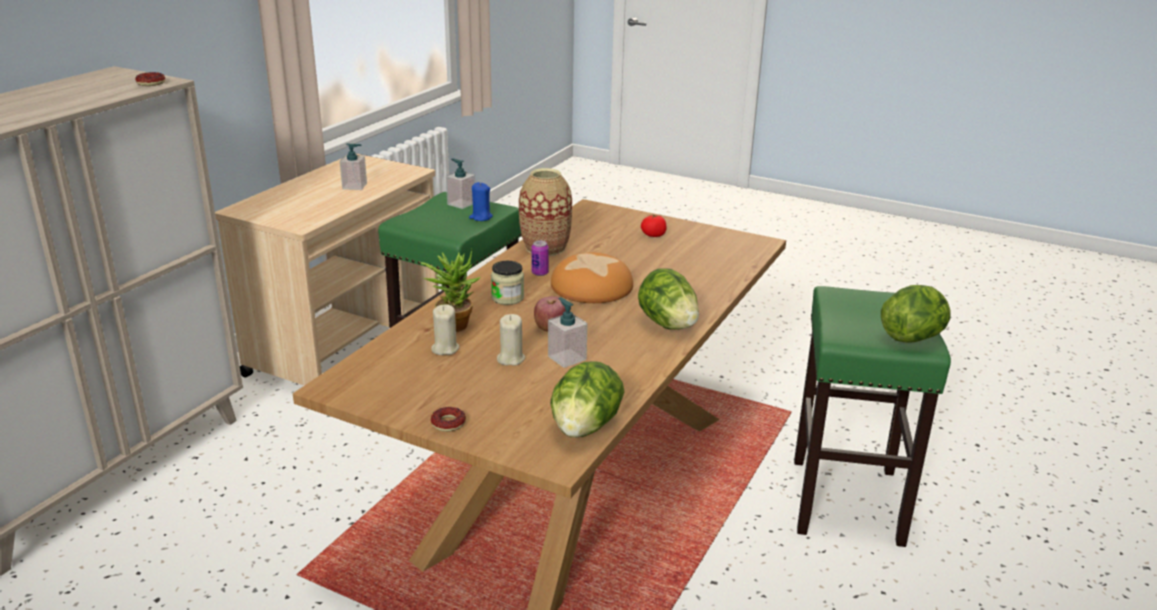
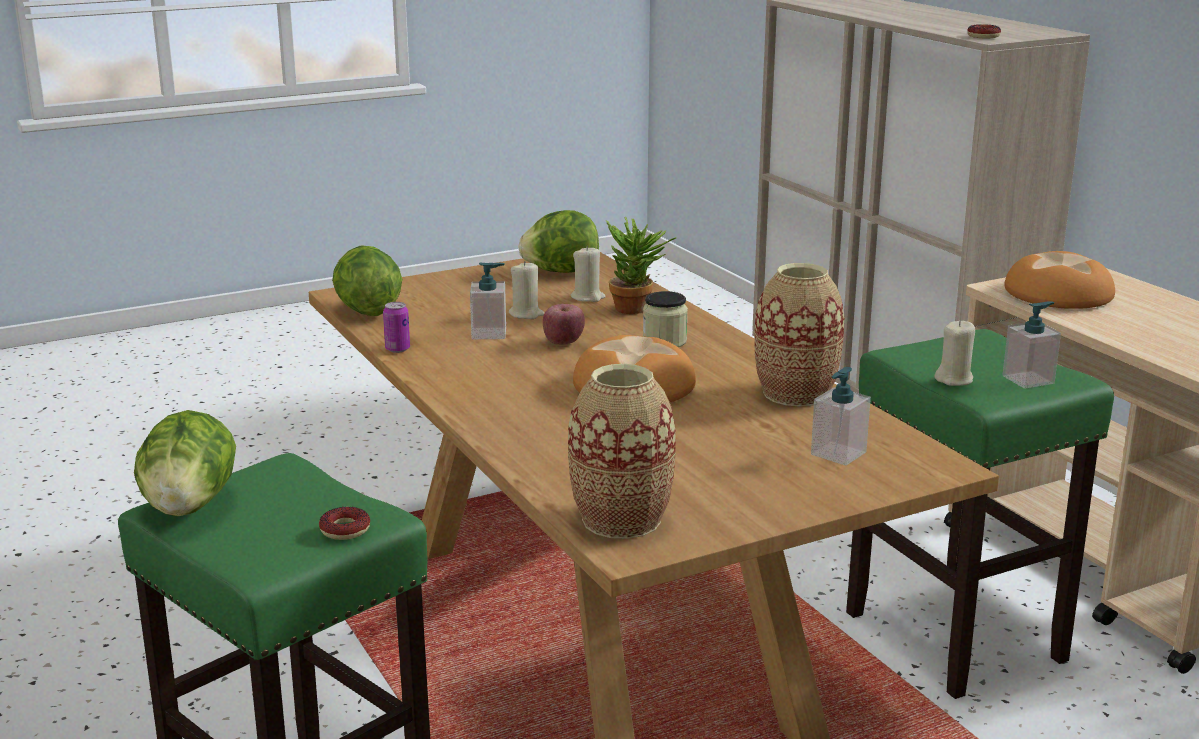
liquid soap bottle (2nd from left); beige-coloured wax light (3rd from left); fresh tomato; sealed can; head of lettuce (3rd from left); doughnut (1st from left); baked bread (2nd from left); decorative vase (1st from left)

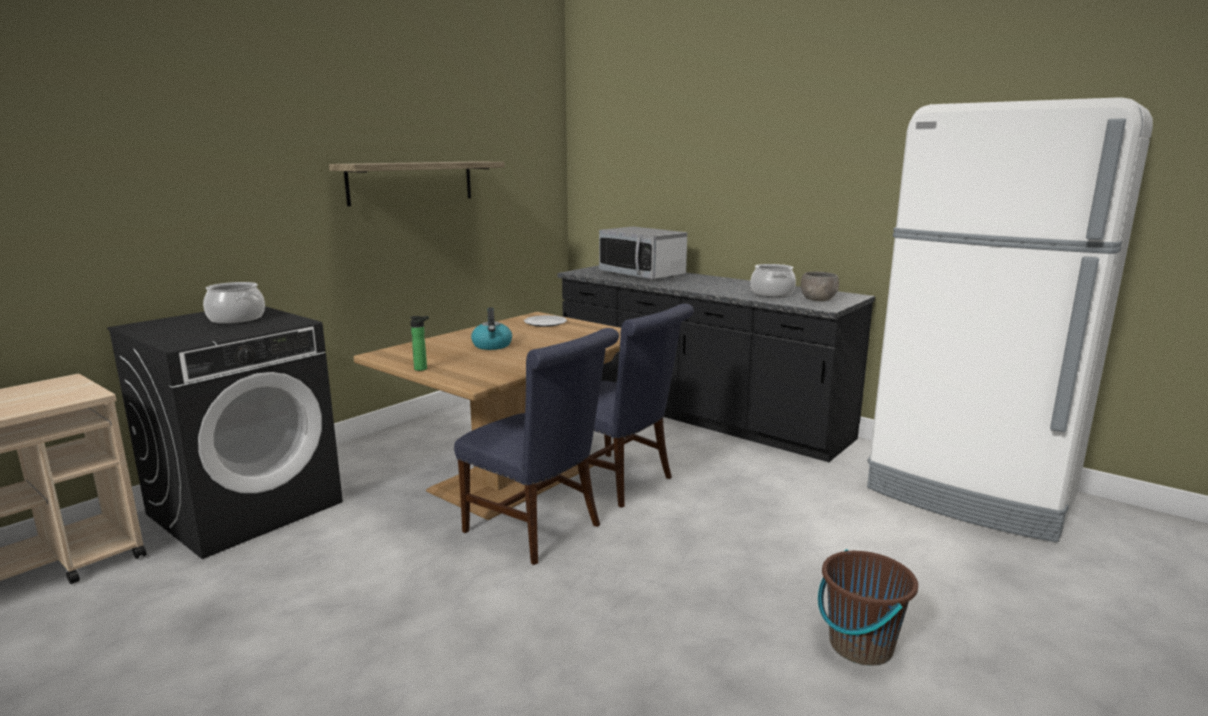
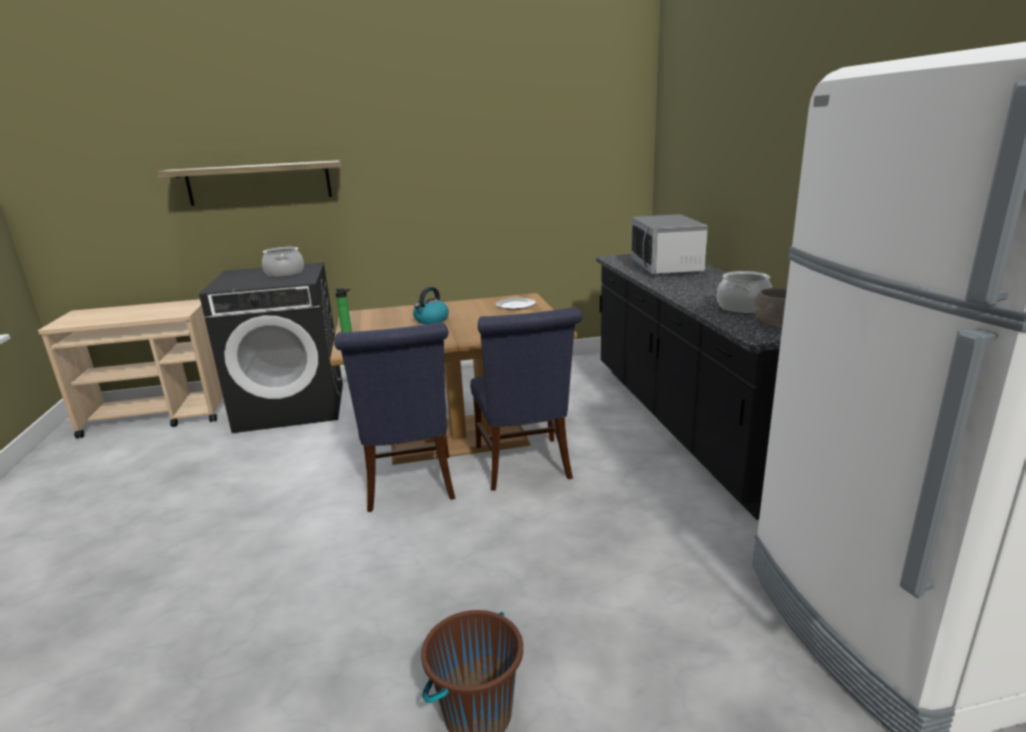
bracket shelf

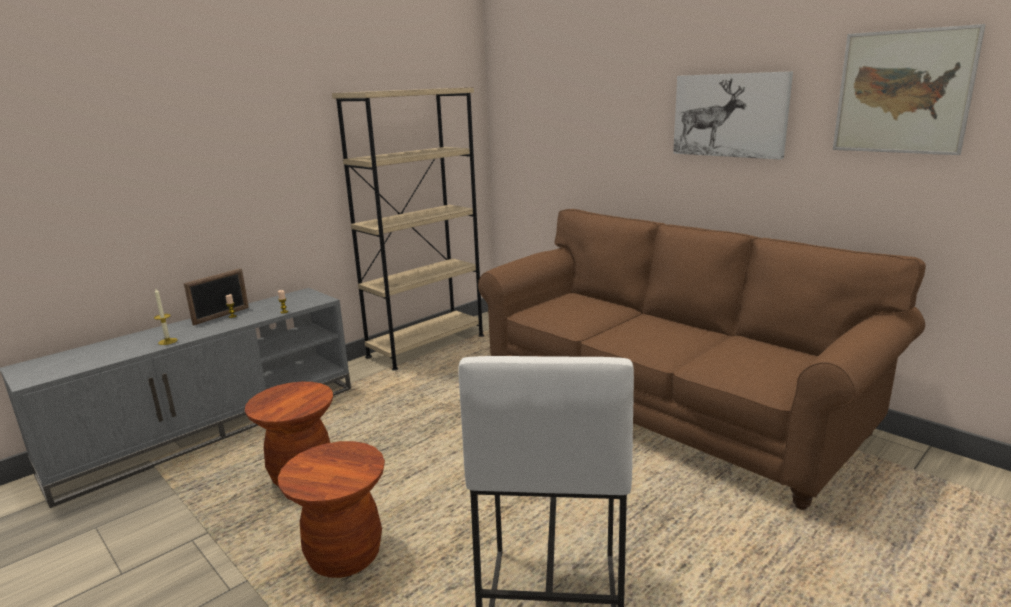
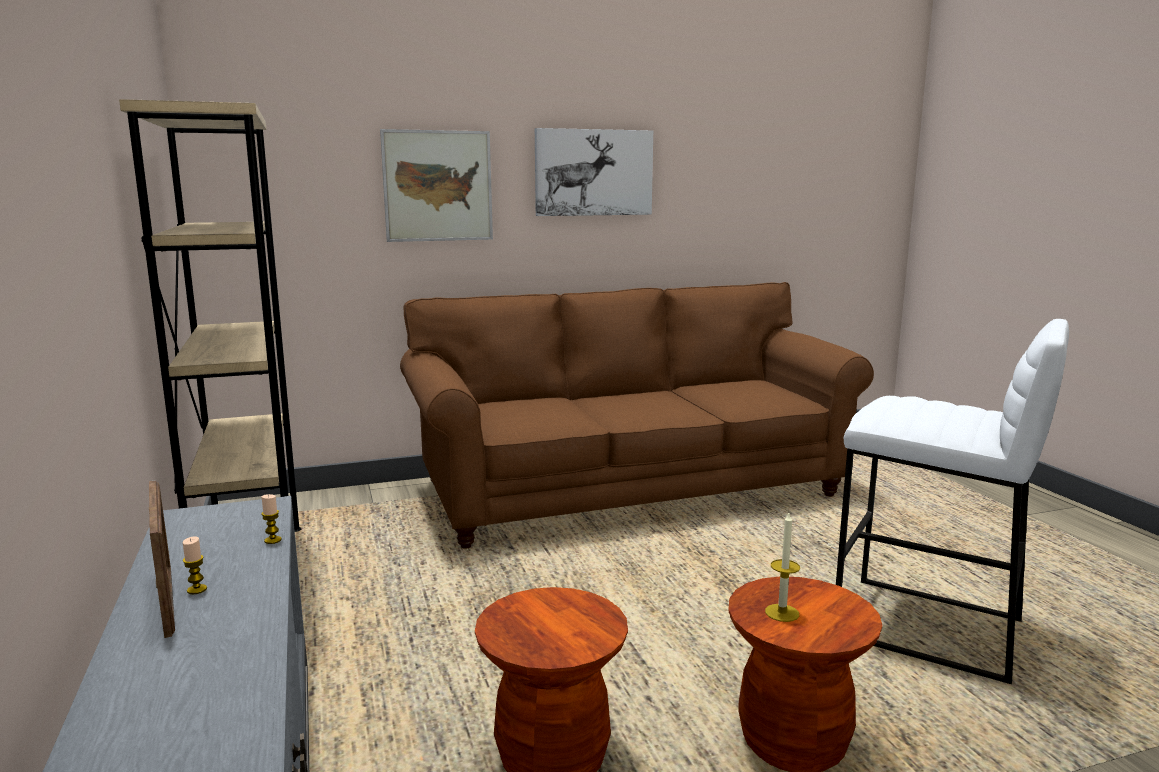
wall picture (1st from left); wax light (3rd from left)

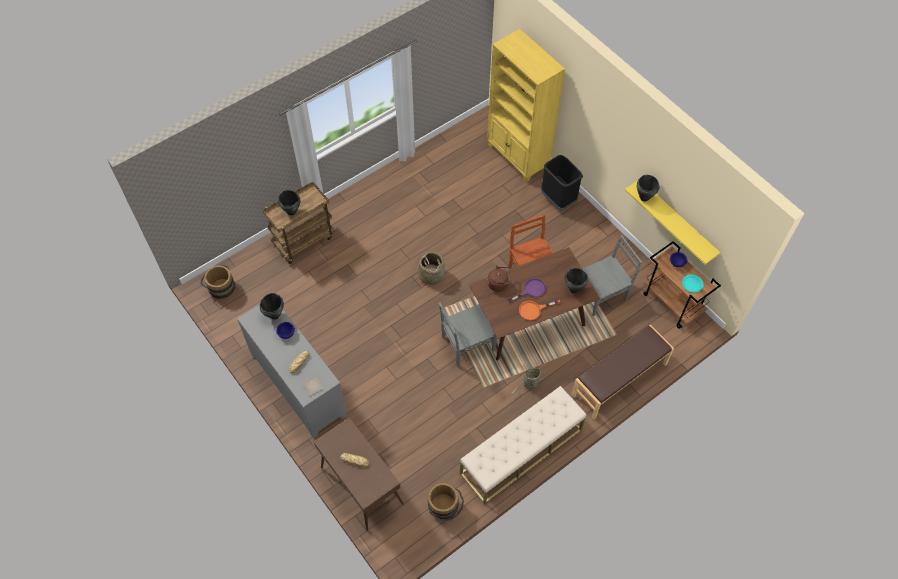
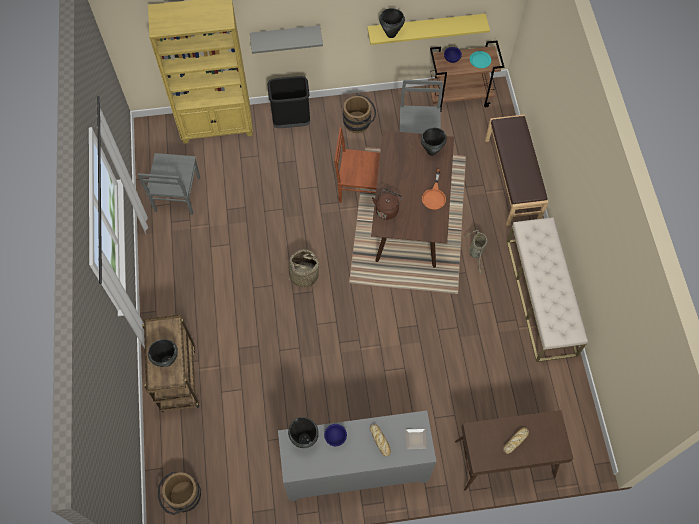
purple skillet; gray upright chair (1st from left); brownish bucket (2nd from left); gray bracket shelf

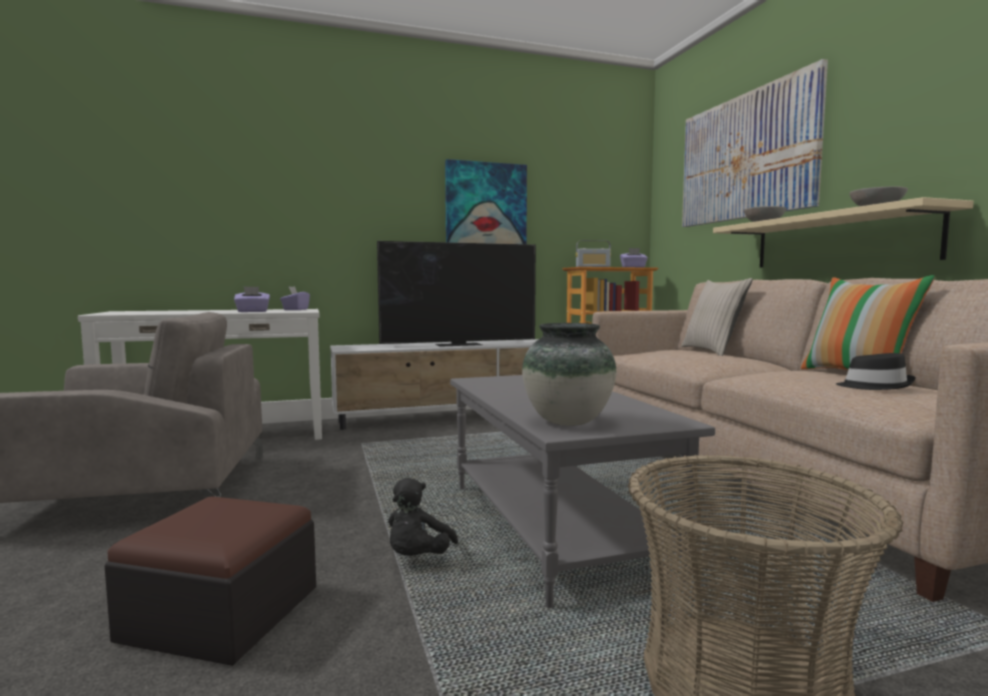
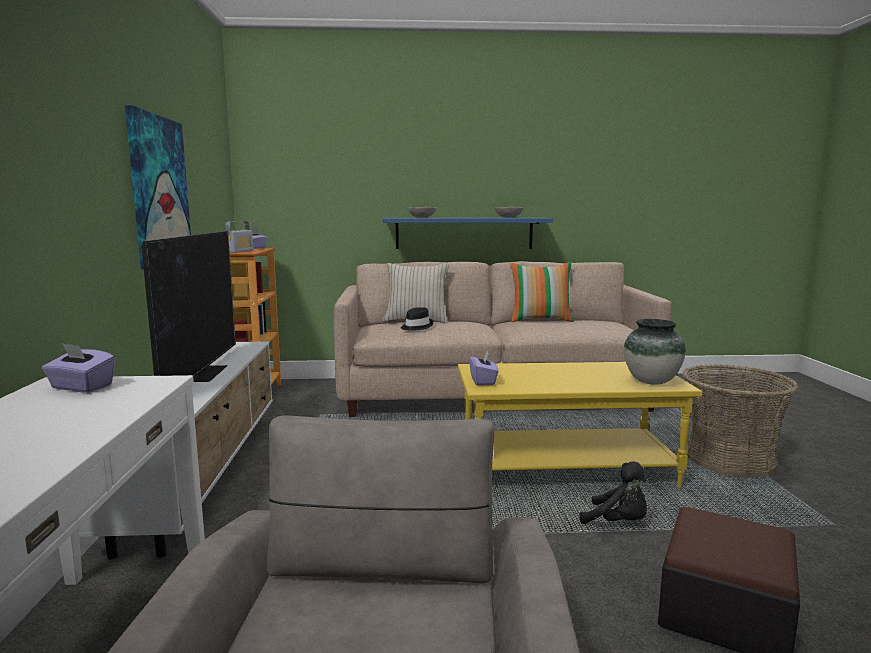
wall picture (2nd from left in the first image); blue bracket shelf; purple tissue box (3rd from left); black wearable hat; yellowish lounge table

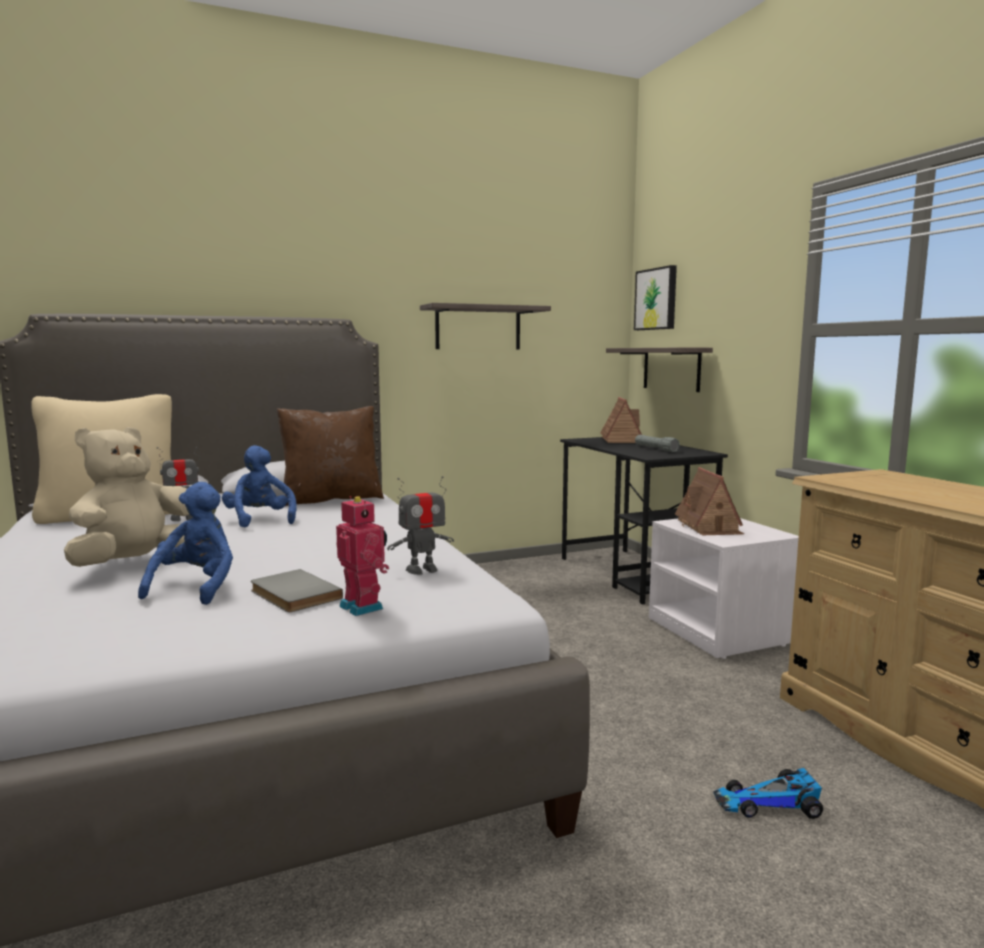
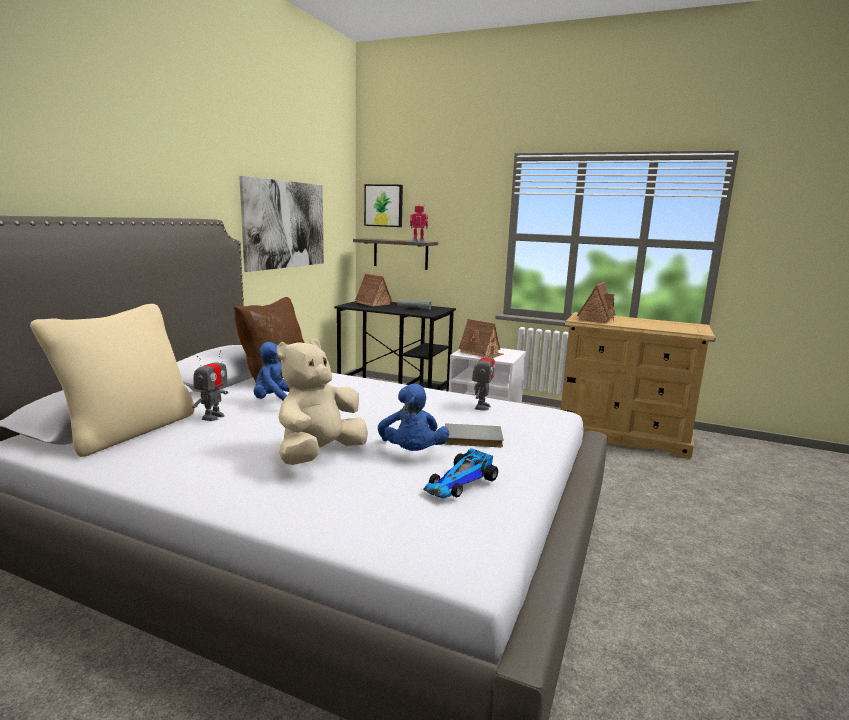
wall picture (1st from left); beige-coloured soft toy; blue soft toy (2nd from left); toy robot (2nd from left); toy car; miniature house (3rd from left)

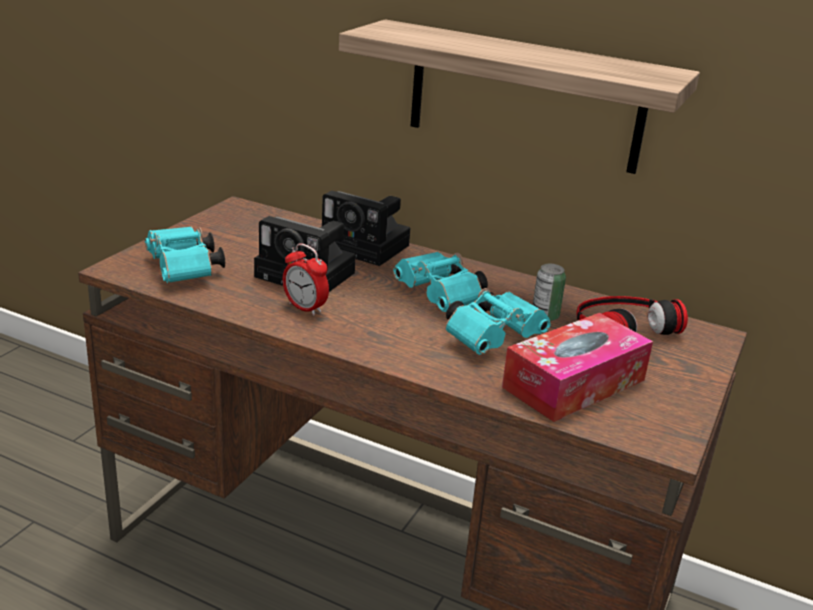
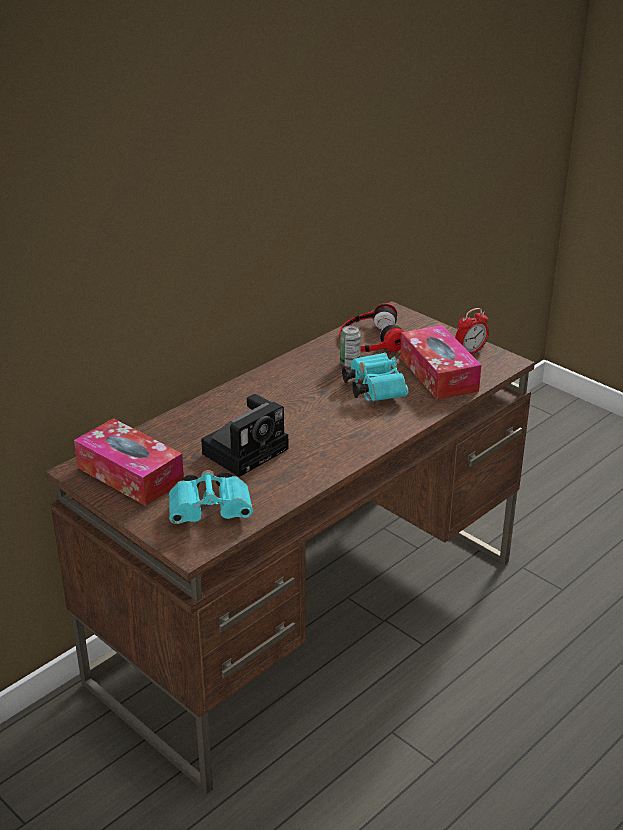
bracket shelf; photo camera (2nd from left in the first image); alarm clock; turquoise-coloured binoculars (2nd from left in the first image); tissue box (1st from left)

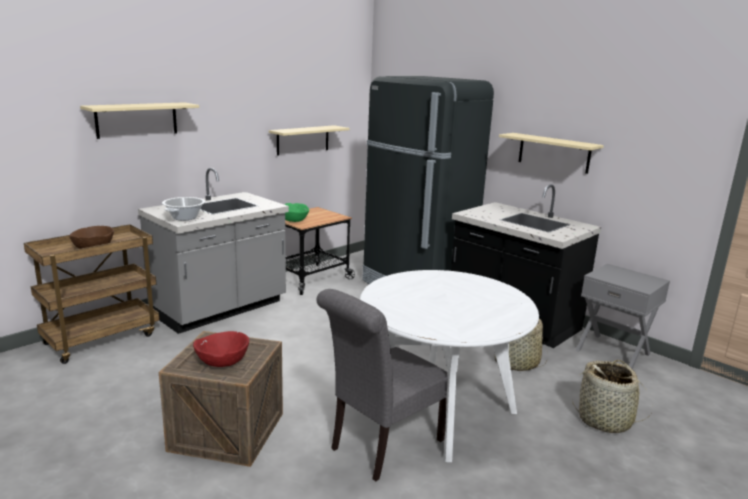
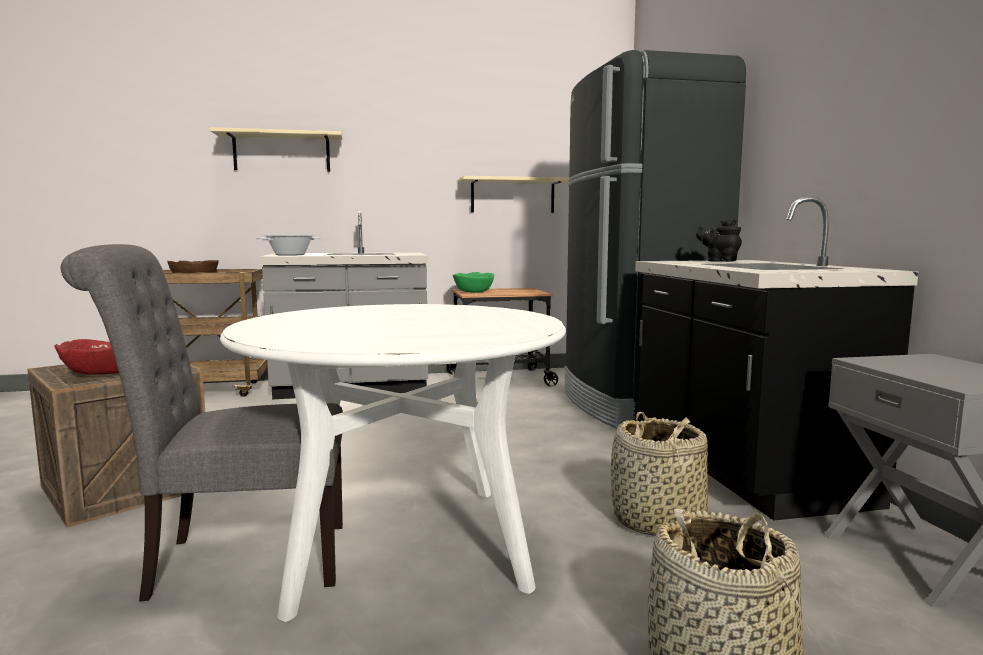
beige-coloured bracket shelf (3rd from left in the first image); black teapot

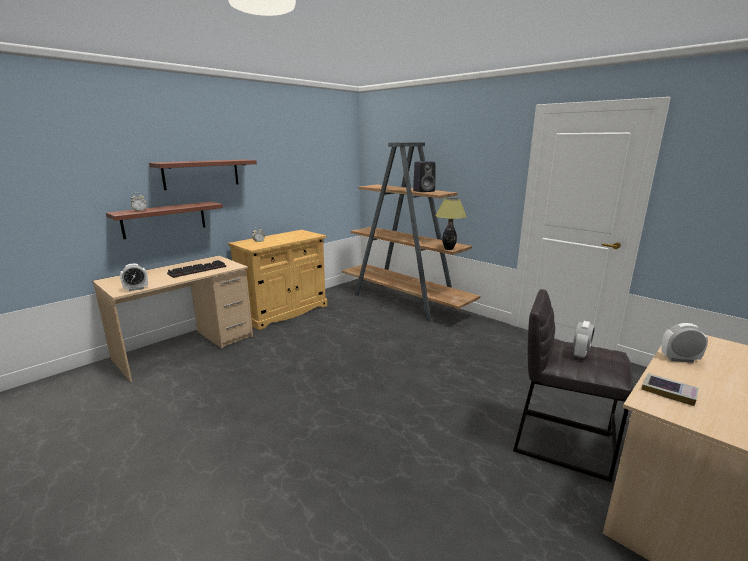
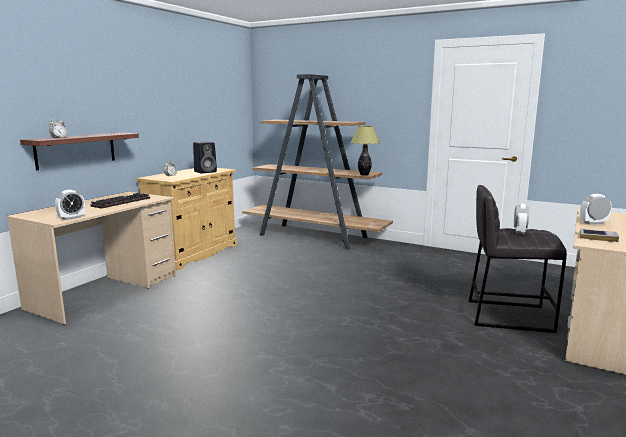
bracket shelf (2nd from left in the first image); black speaker

